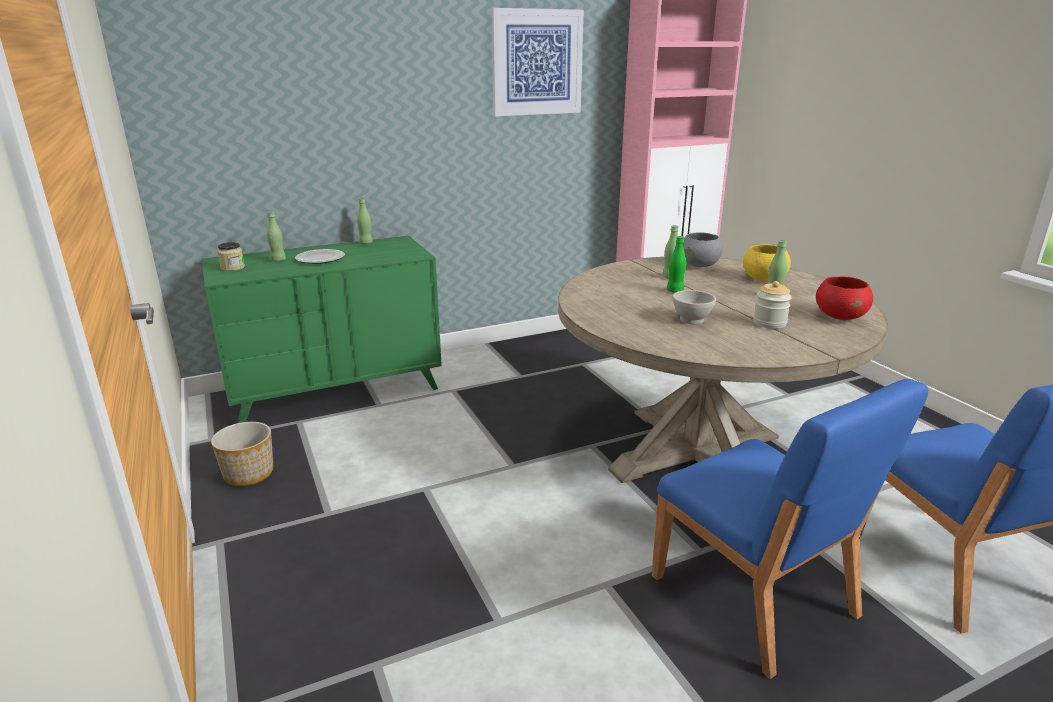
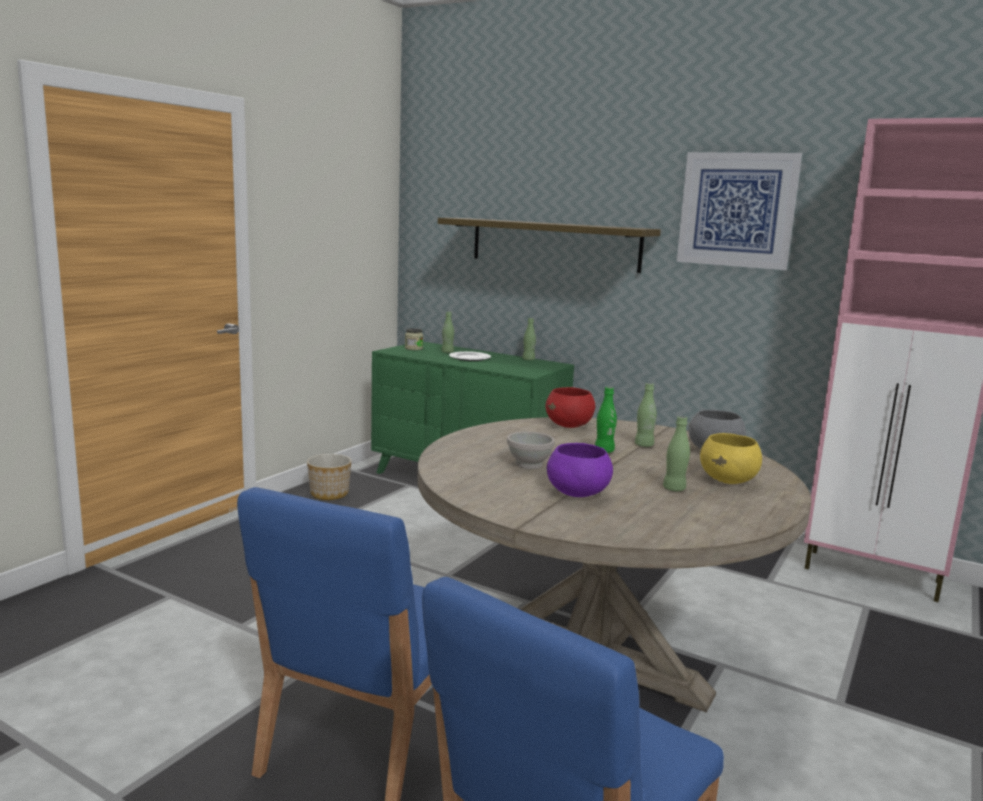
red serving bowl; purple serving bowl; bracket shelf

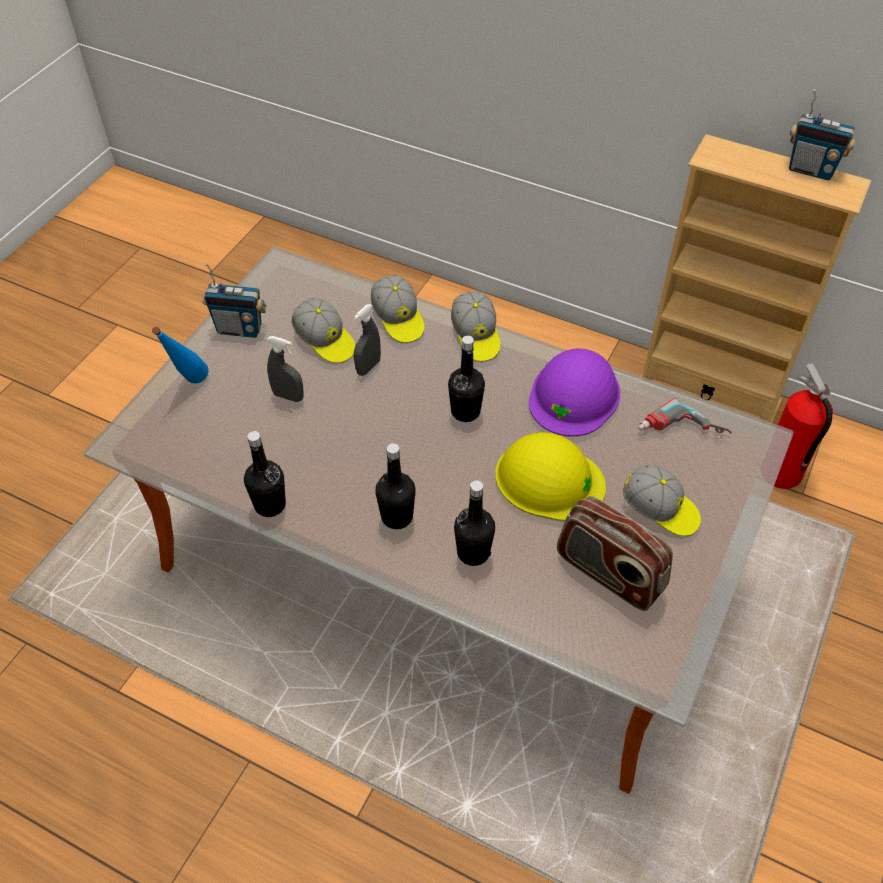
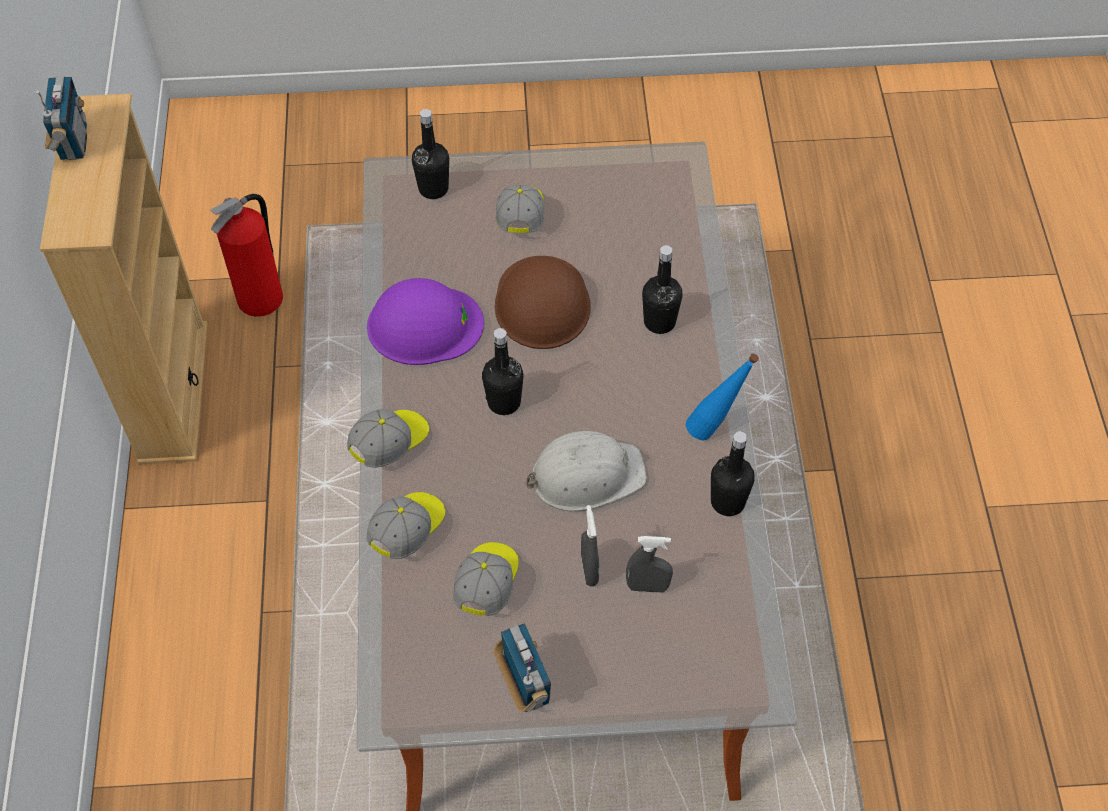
gray sprayer (2nd from left); blue beverage bottle; electric drill; brownish safety helmet; black beverage bottle (1st from left); radio receiver (2nd from left in the first image); white-coloured safety helmet

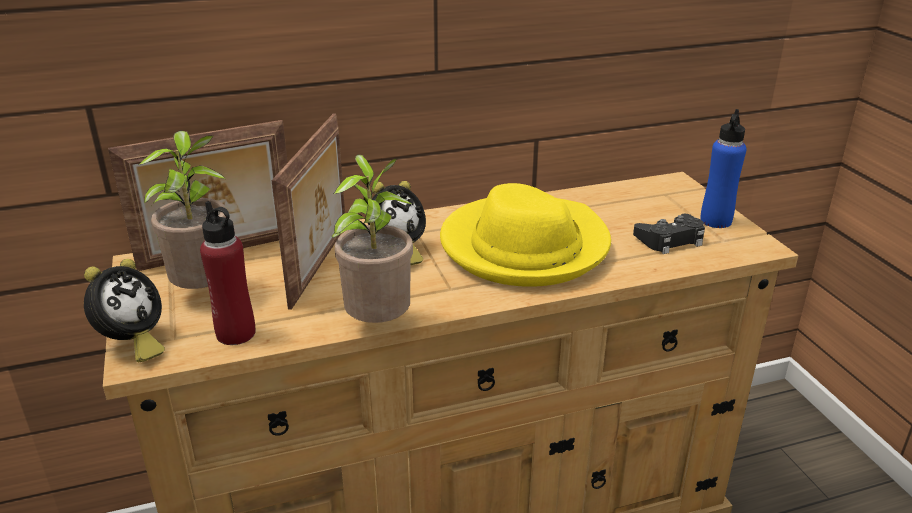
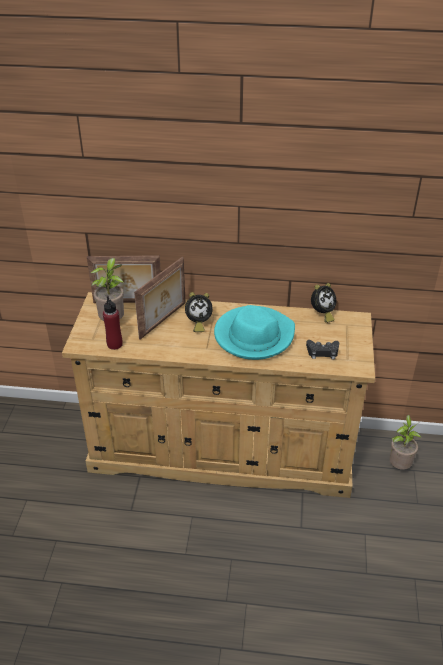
blue beverage bottle; houseplant (2nd from left); turquoise-coloured wearable hat; alarm clock (2nd from left)

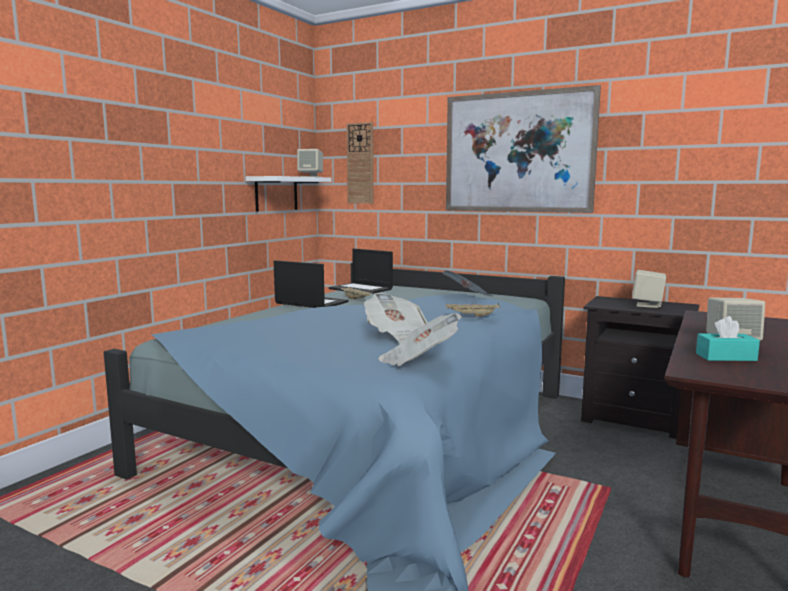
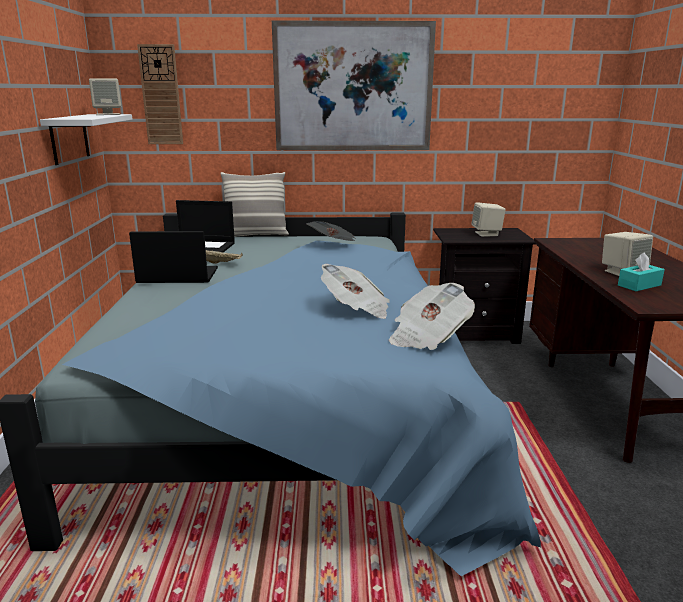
beige-coloured tray (2nd from left in the first image); throw pillow

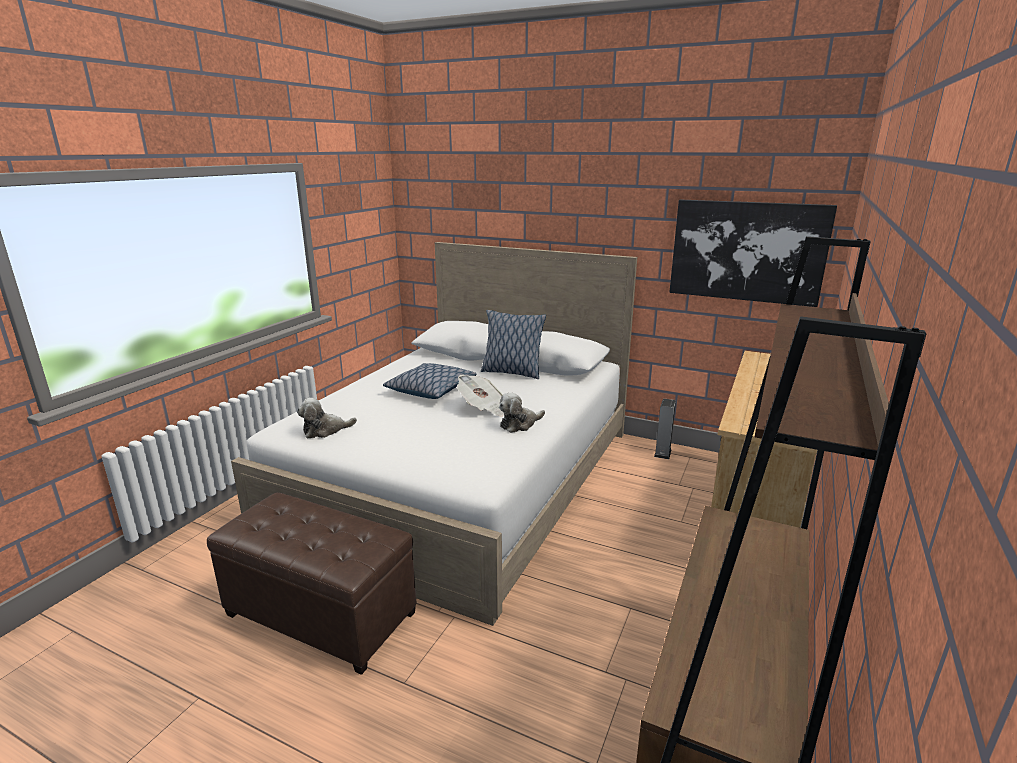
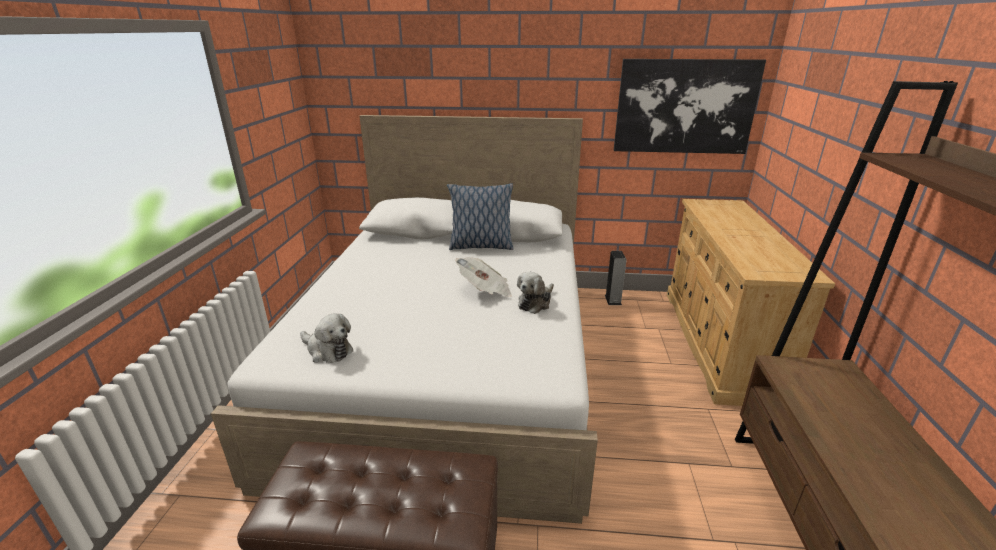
throw pillow (1st from left in the first image); soft toy (1st from left)

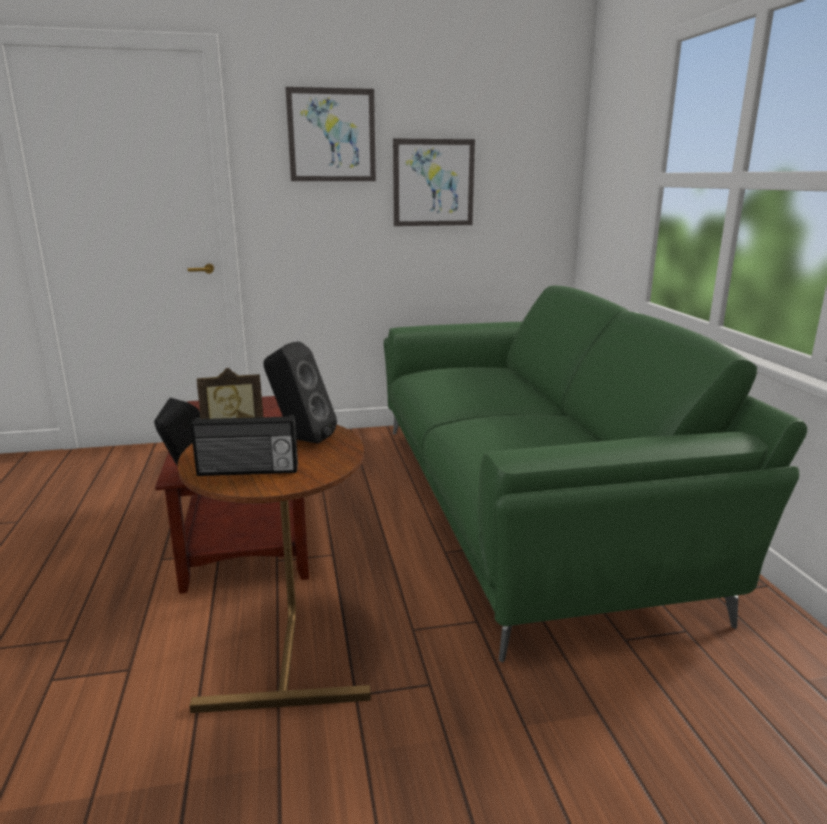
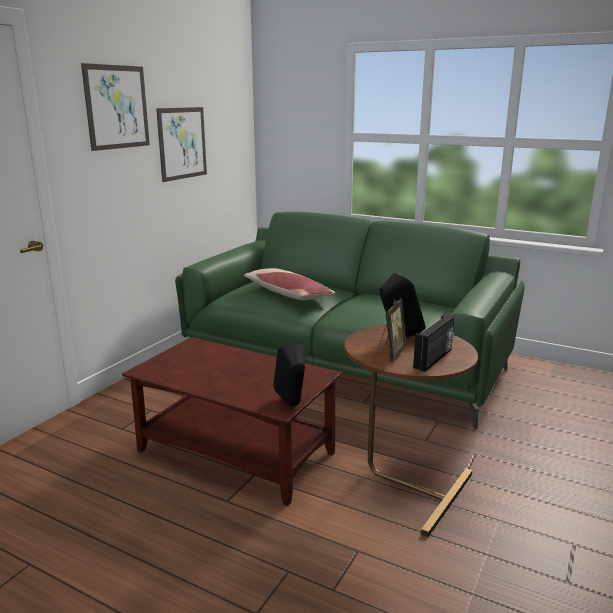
throw pillow

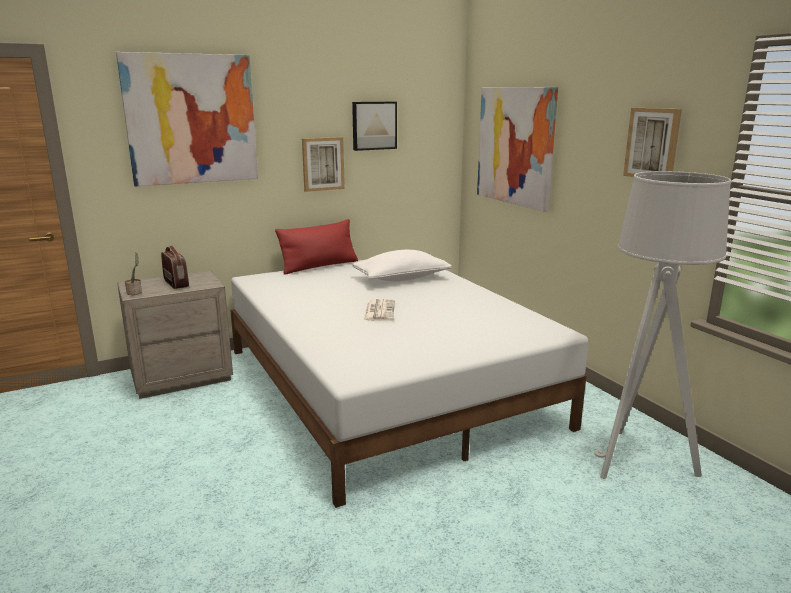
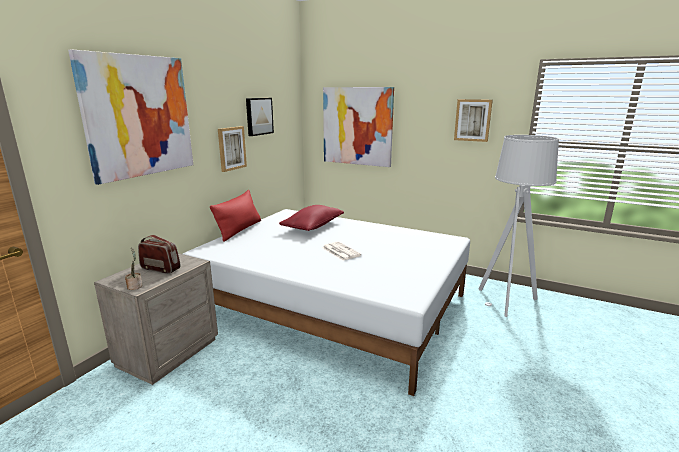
red throw pillow (2nd from left)

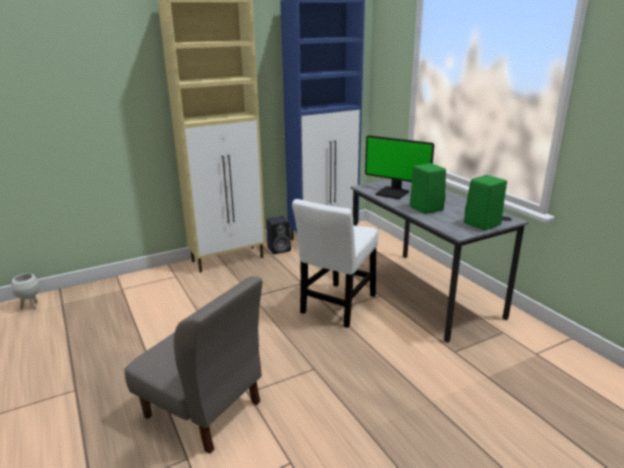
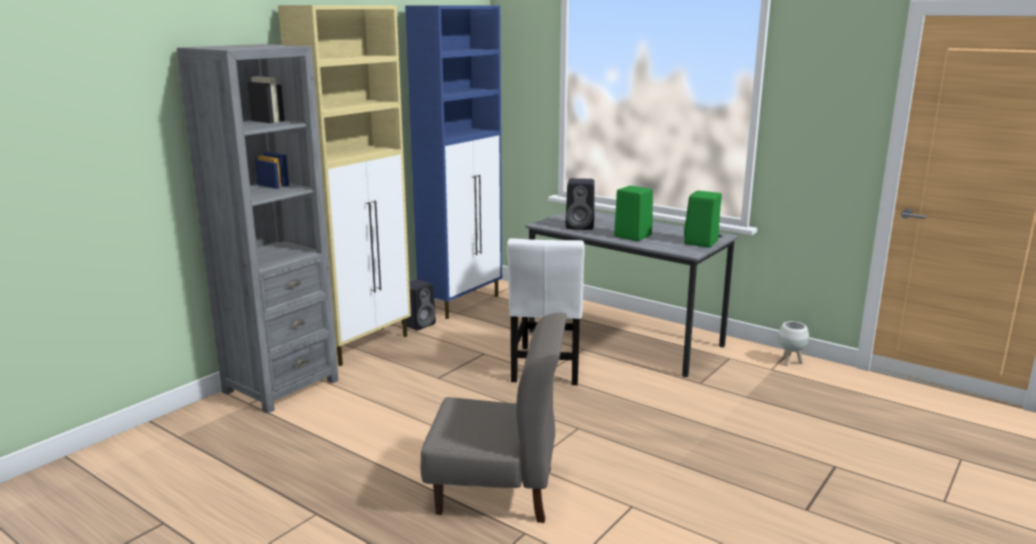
black speaker (2nd from left); white-coloured flower pot; gray bookshelf

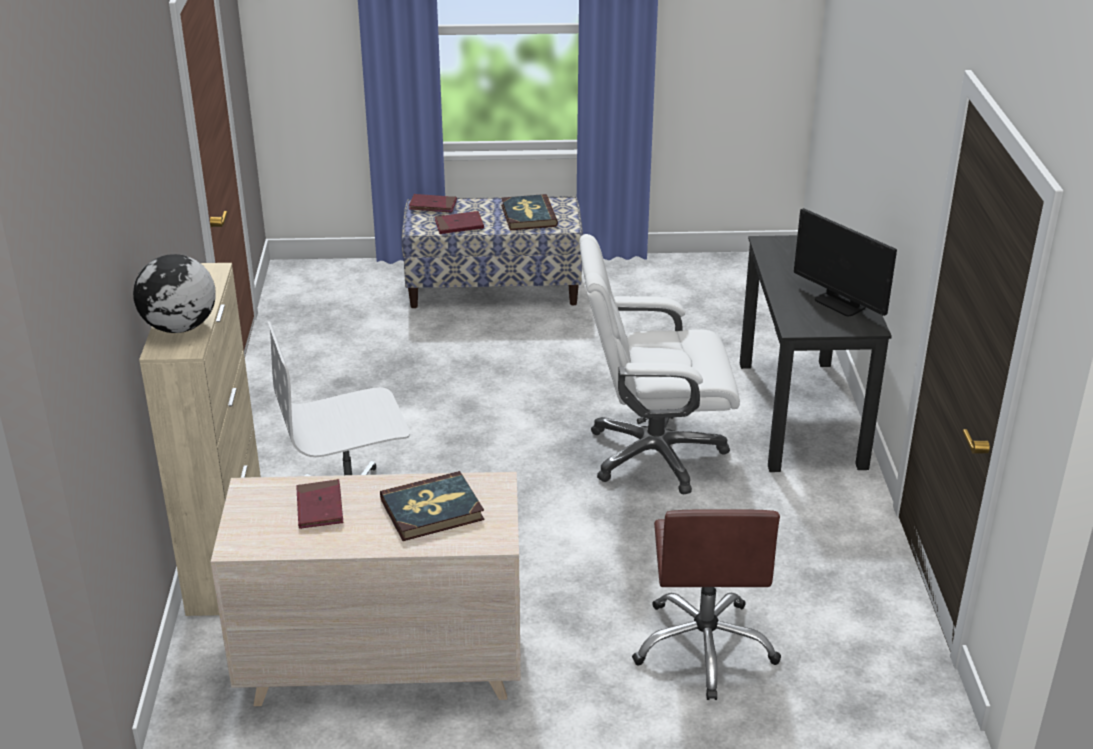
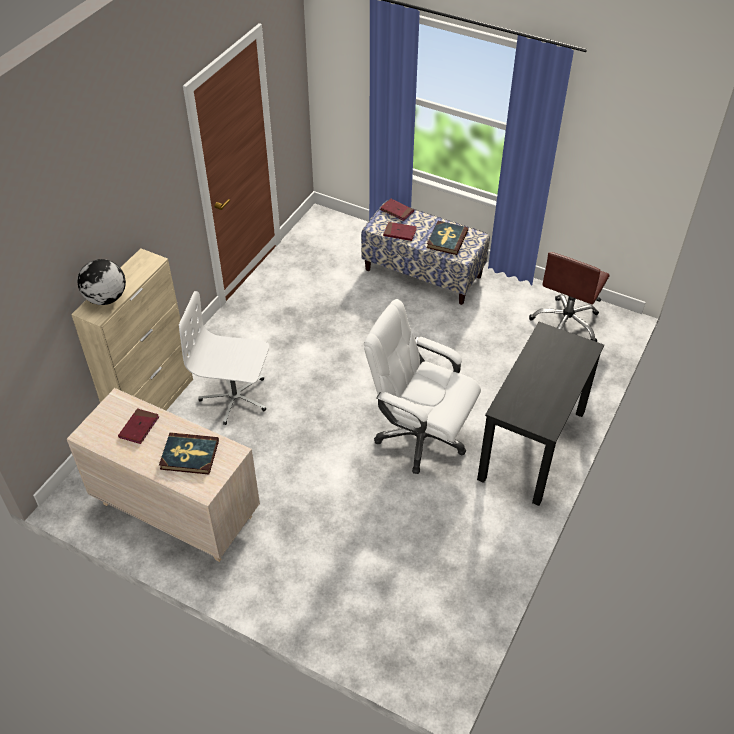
computer display; brownish computer chair

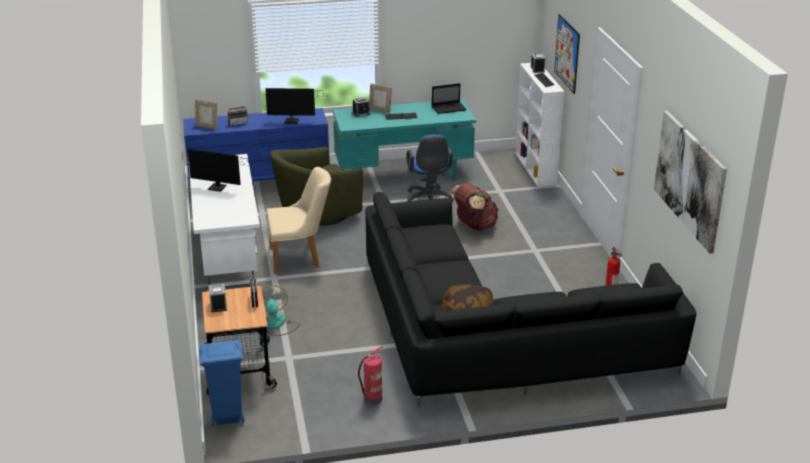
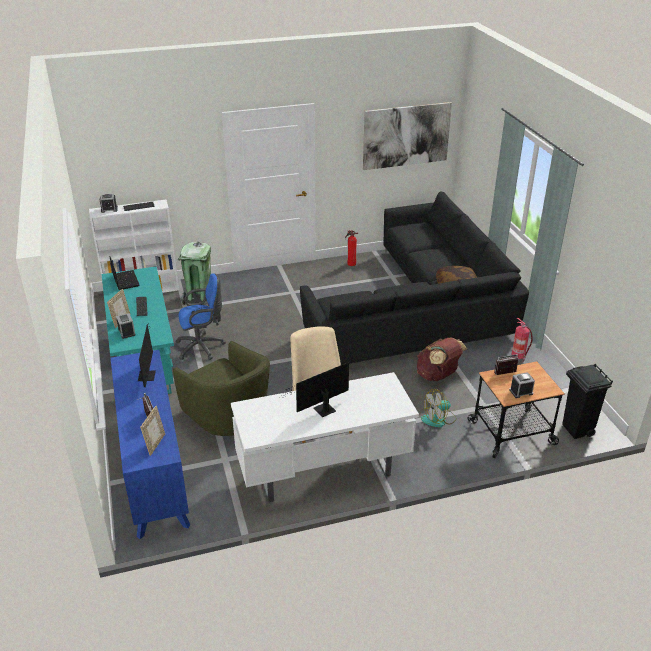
wall picture (1st from left in the first image); computer display (2nd from left); brownish knapsack; black rubbish bin; green rubbish bin

